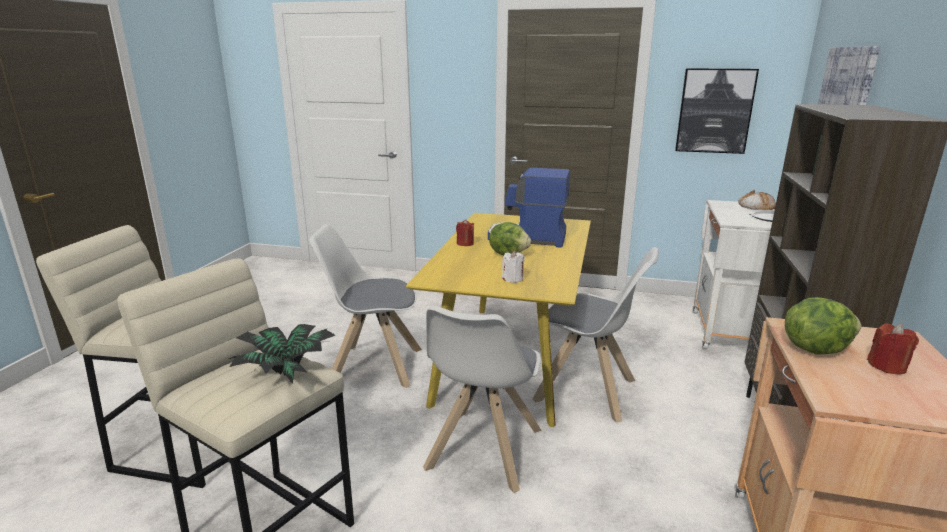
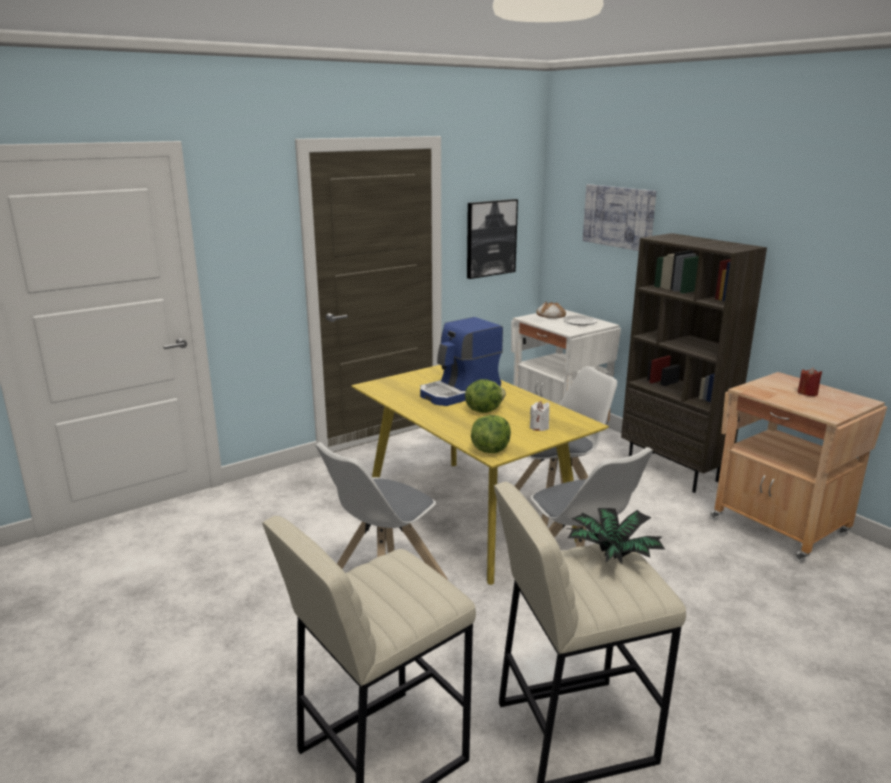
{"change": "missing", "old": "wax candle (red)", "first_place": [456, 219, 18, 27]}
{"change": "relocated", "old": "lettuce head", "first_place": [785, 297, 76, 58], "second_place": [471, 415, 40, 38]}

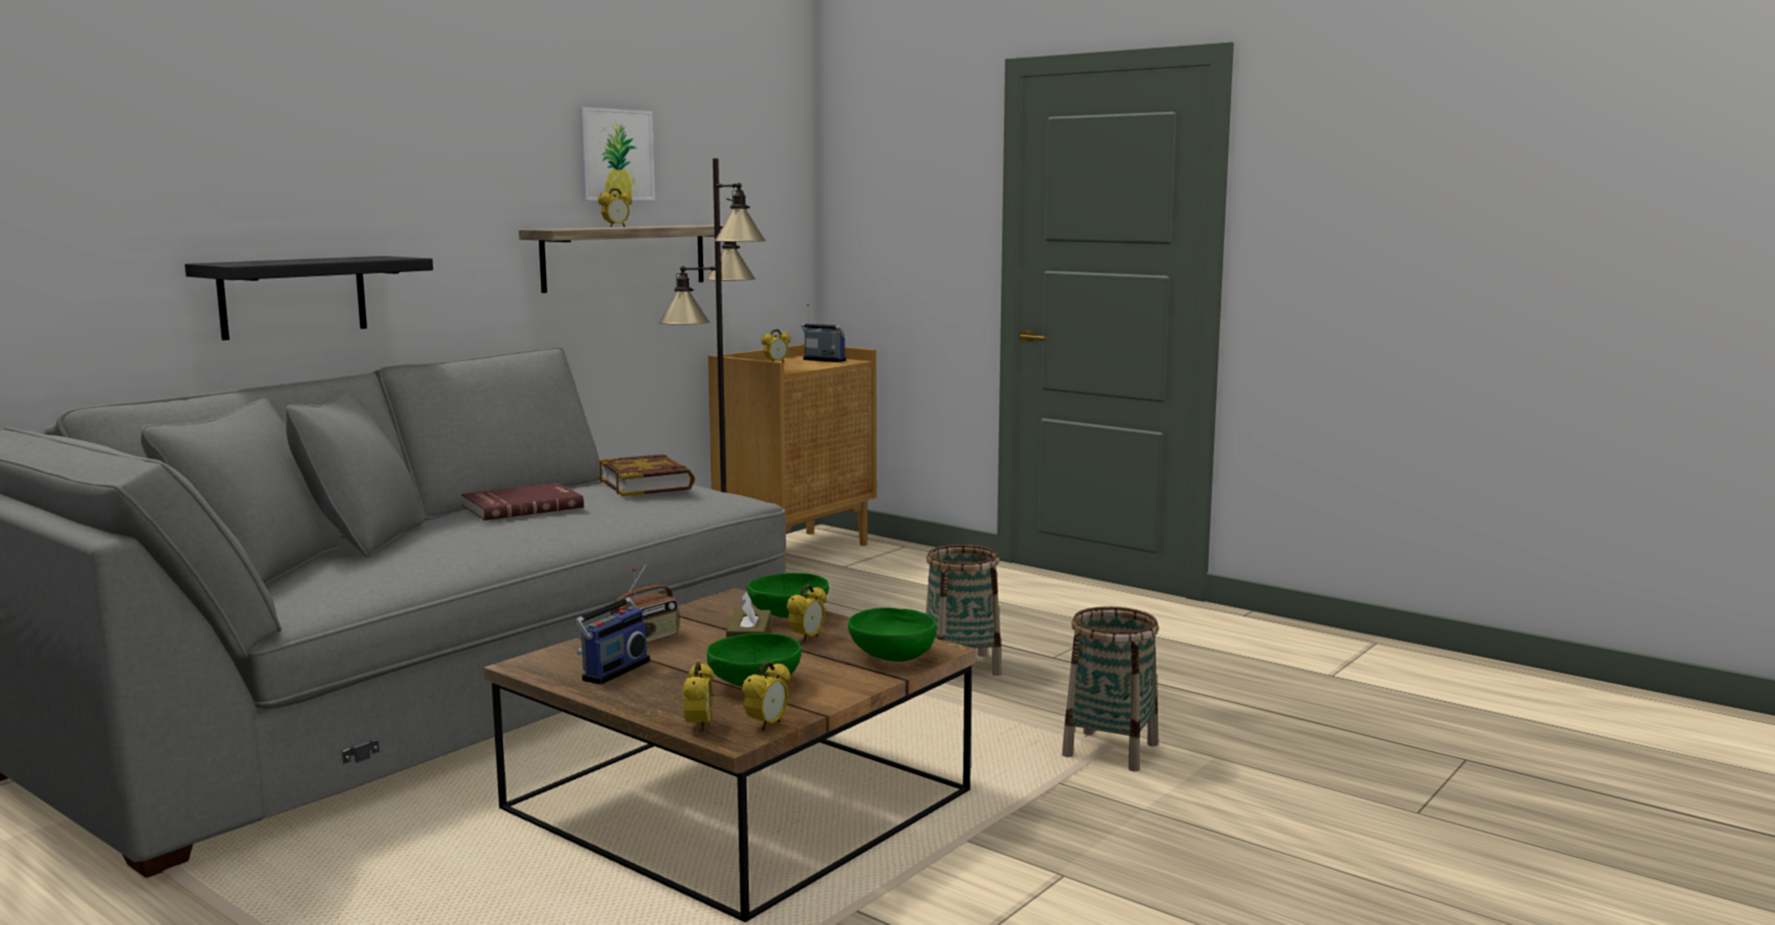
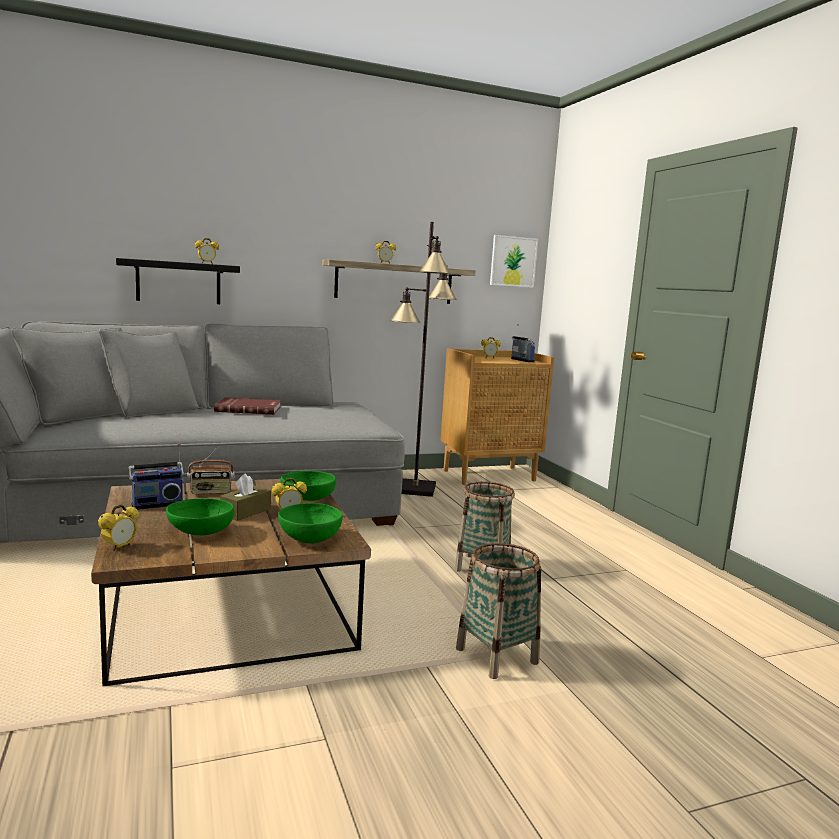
{"change": "relocated", "old": "wall picture", "first_place": [578, 107, 77, 93], "second_place": [490, 235, 48, 53]}
{"change": "missing", "old": "volume", "first_place": [598, 454, 97, 42]}
{"change": "relocated", "old": "table clock", "first_place": [742, 661, 48, 70], "second_place": [195, 238, 24, 26]}

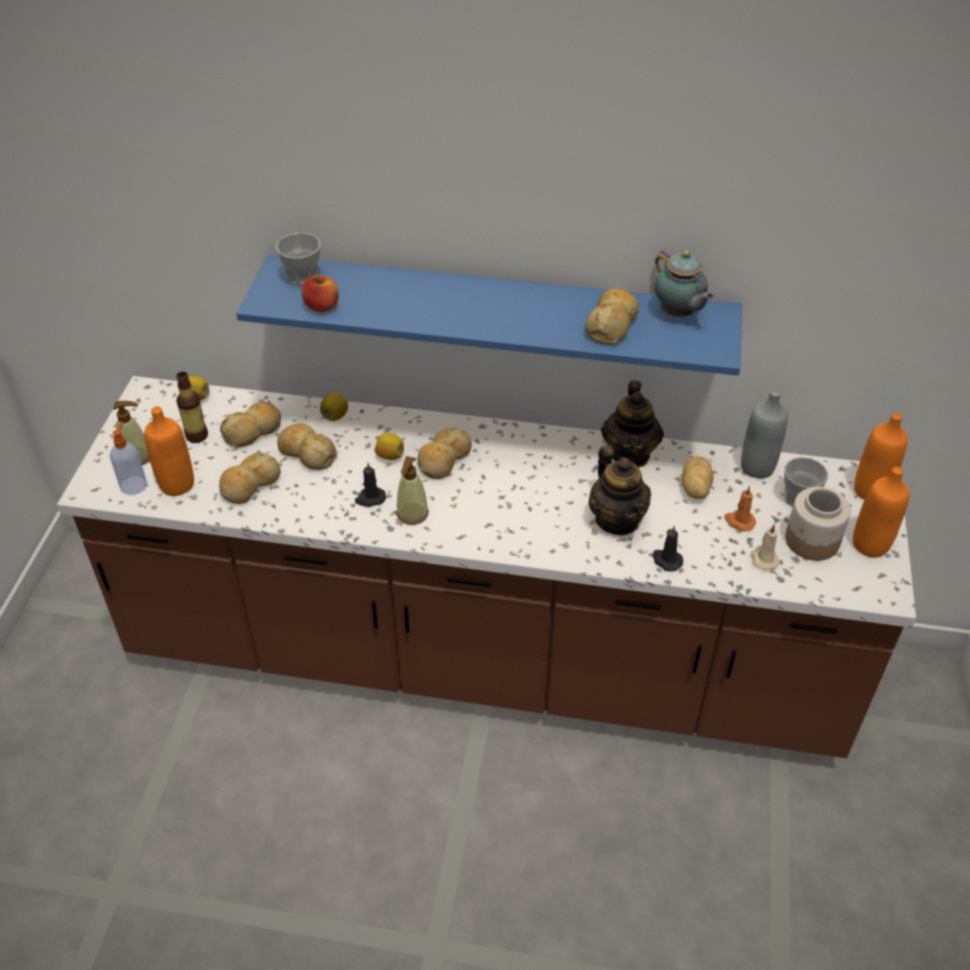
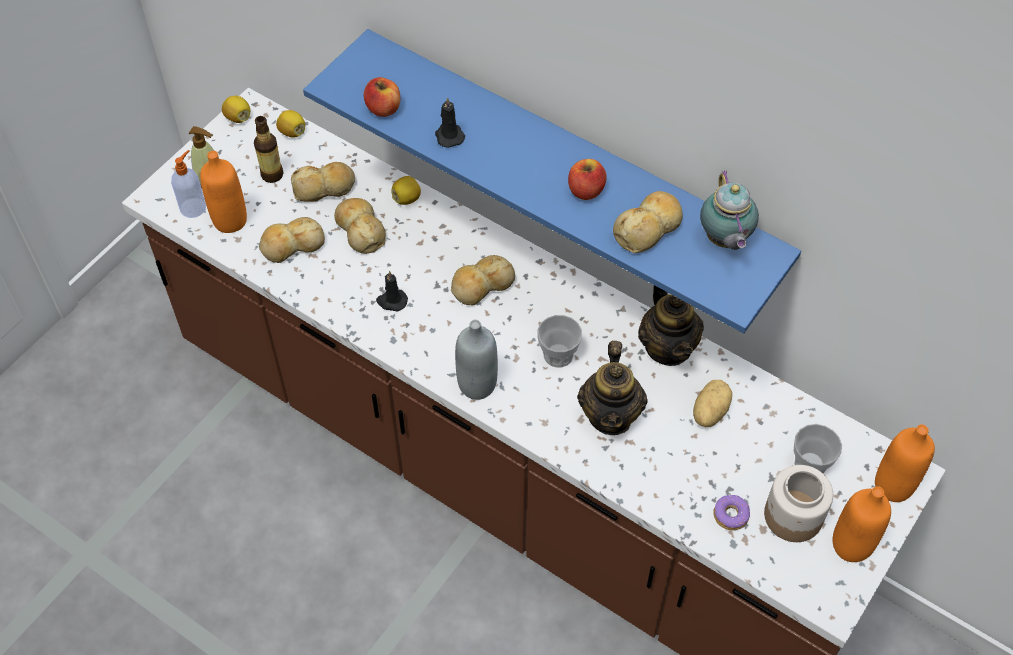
{"change": "relocated", "old": "drinking cup", "first_place": [276, 233, 45, 54], "second_place": [537, 315, 45, 52]}
{"change": "relocated", "old": "citrus fruit", "first_place": [375, 433, 29, 27], "second_place": [222, 96, 28, 27]}
{"change": "missing", "old": "soap bottle", "first_place": [396, 456, 33, 69]}
{"change": "spun", "old": "pot for tea", "first_place": [601, 381, 63, 87], "second_place": [638, 285, 66, 81], "degrees": -45}
{"change": "relocated", "old": "wax candle (black-coloured)", "first_place": [653, 526, 30, 46], "second_place": [435, 97, 30, 51]}
{"change": "missing", "old": "wax candle (orange)", "first_place": [724, 486, 32, 46]}
{"change": "relocated", "old": "drink bottle (greyish)", "first_place": [741, 389, 47, 90], "second_place": [455, 320, 43, 80]}
{"change": "exchanged", "old": "wax candle (sand-coloured)", "new": "ring doughnut", "first_place": [751, 524, 29, 46], "second_place": [713, 495, 37, 35]}
{"change": "appeared", "new": "apple fruit", "second_place": [568, 159, 39, 41]}

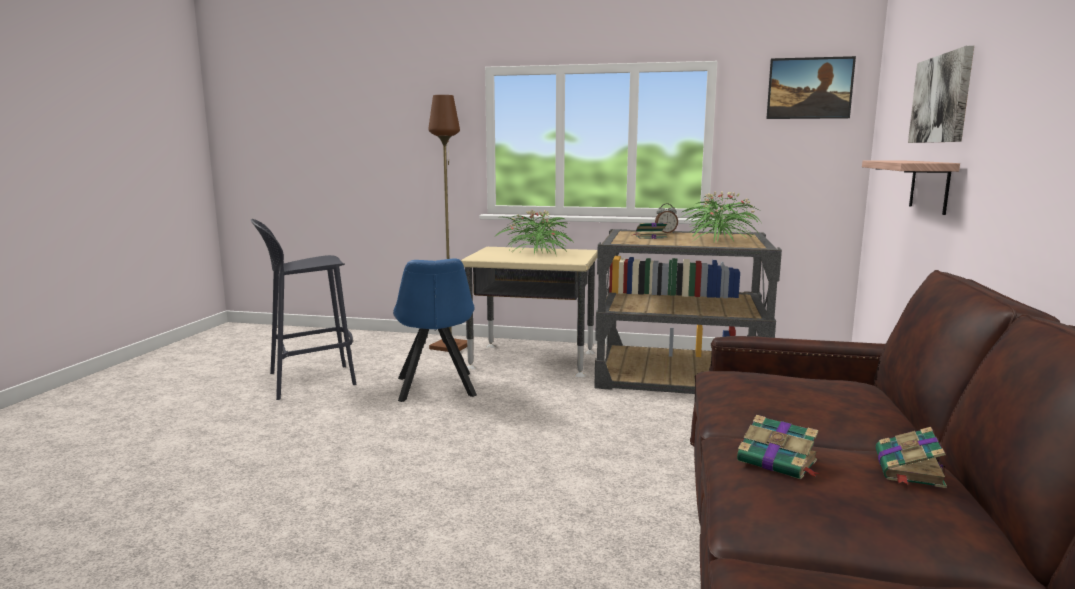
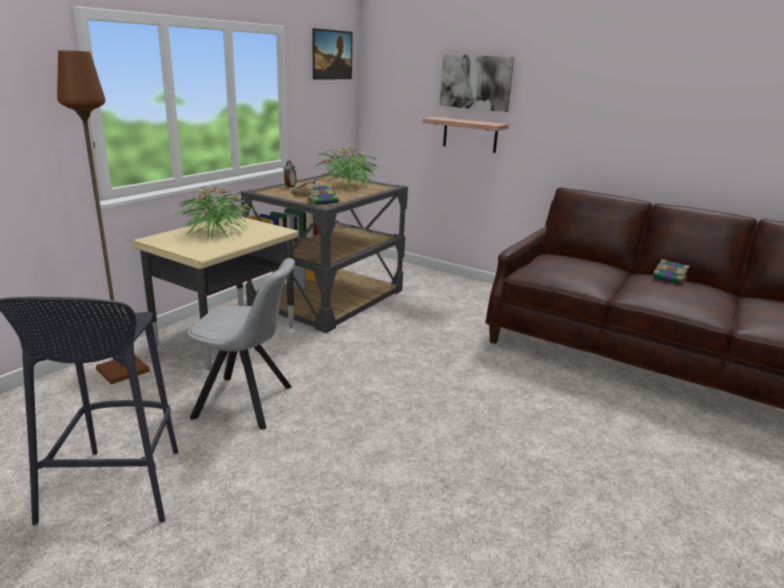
{"change": "colour", "old": "chair (blue)", "new": "chair (greyish)", "first_place": [393, 258, 84, 144], "second_place": [188, 258, 107, 172]}
{"change": "relocated", "old": "volume", "first_place": [737, 415, 83, 64], "second_place": [307, 185, 34, 20]}

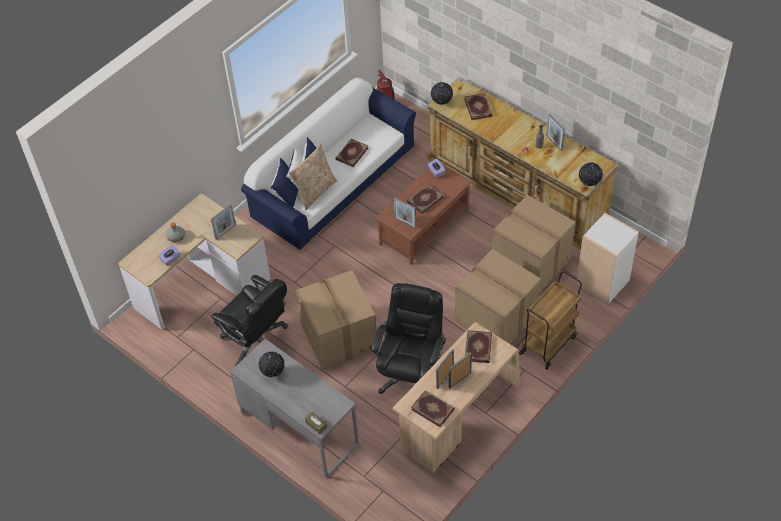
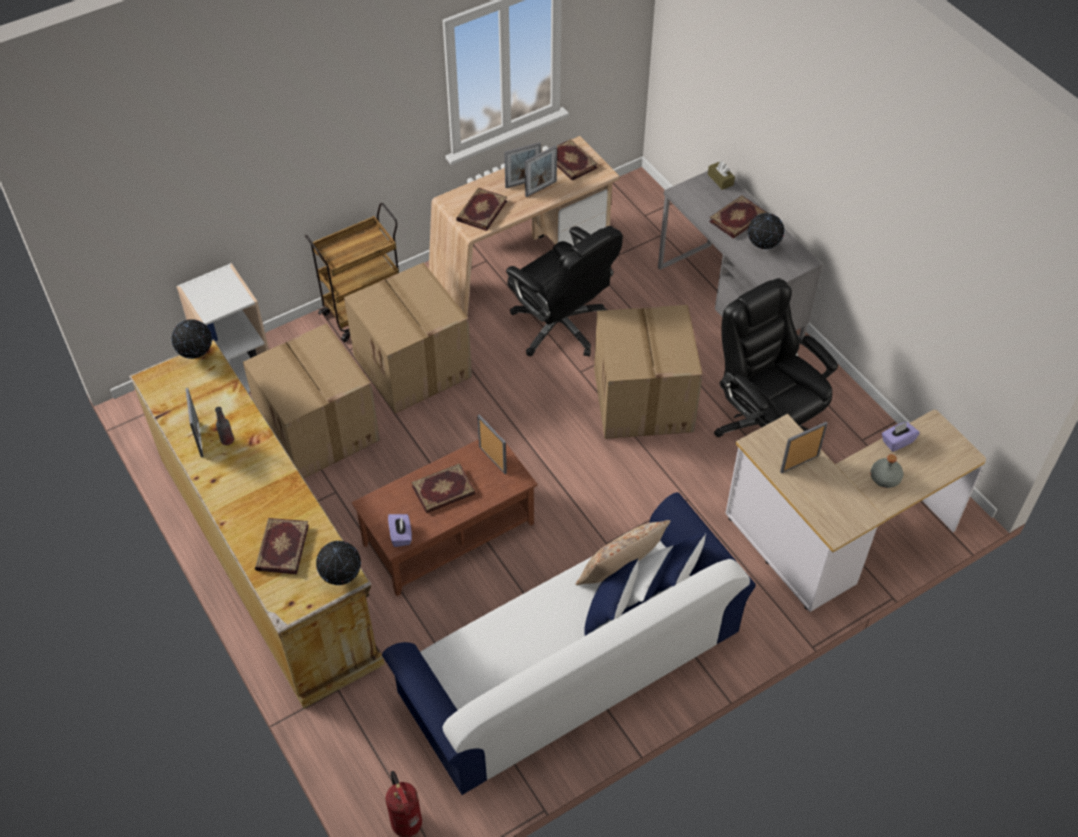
{"change": "relocated", "old": "volume", "first_place": [335, 139, 33, 28], "second_place": [709, 195, 57, 44]}
{"change": "spun", "old": "desk chair (black-coloured)", "first_place": [371, 283, 75, 111], "second_place": [506, 226, 117, 131], "degrees": -75}

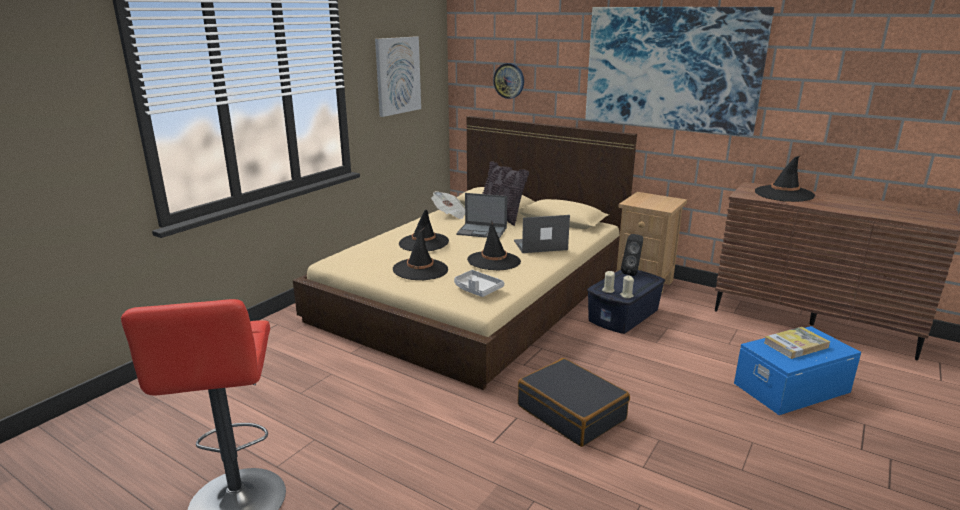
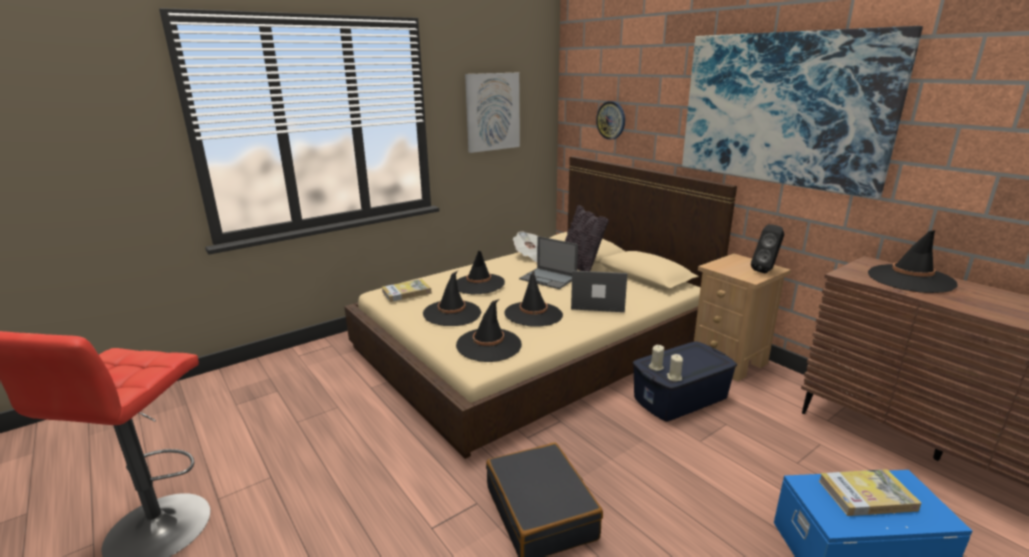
{"change": "exchanged", "old": "tray (greyish)", "new": "hat (black-coloured)", "first_place": [454, 270, 50, 27], "second_place": [456, 299, 66, 63]}
{"change": "relocated", "old": "speaker (black-coloured)", "first_place": [621, 234, 22, 42], "second_place": [751, 224, 33, 49]}
{"change": "appeared", "new": "volume", "second_place": [382, 279, 50, 23]}

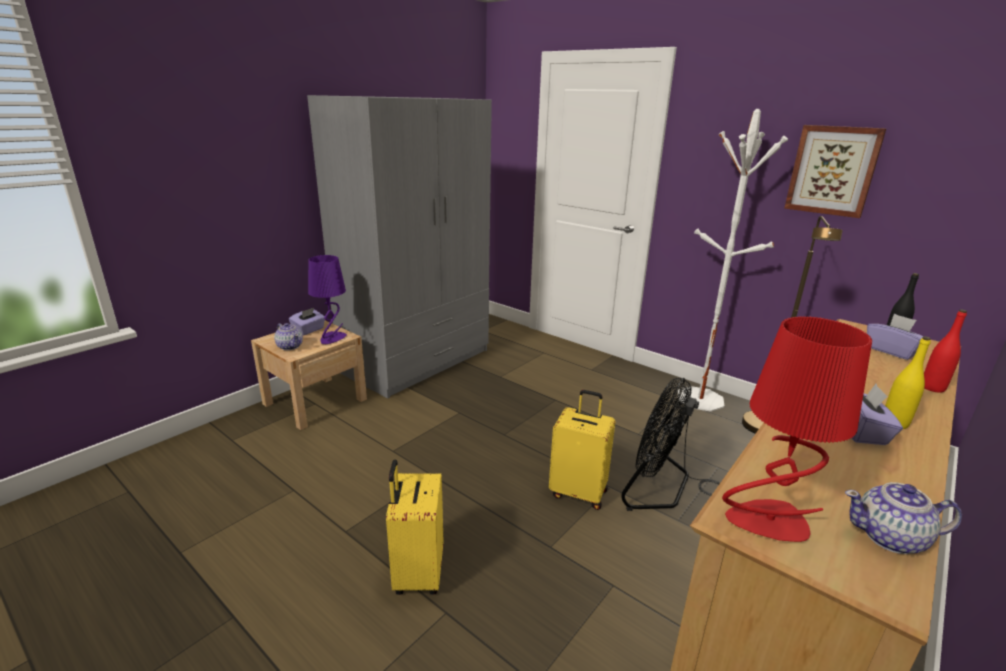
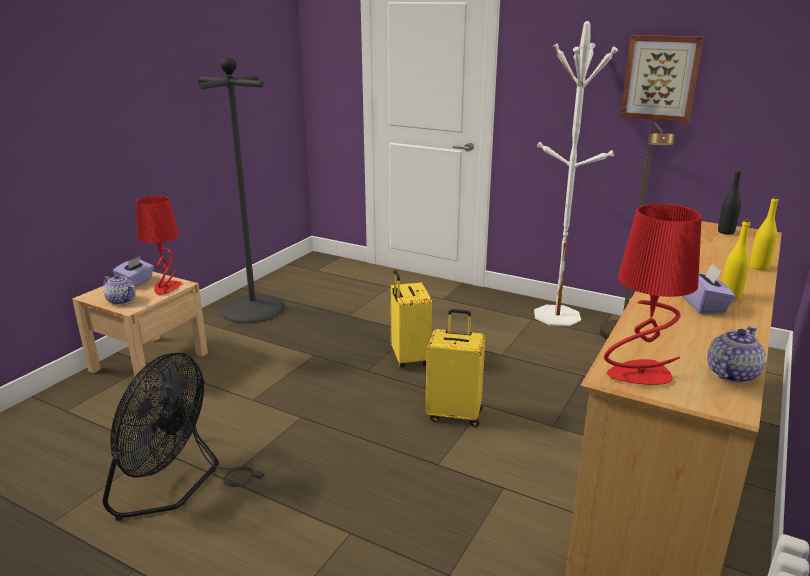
{"change": "exchanged", "old": "clothes cupboard (greyish)", "new": "garment stand (black-coloured)", "first_place": [307, 95, 185, 303], "second_place": [198, 58, 87, 265]}
{"change": "colour", "old": "lamp for a table (purple)", "new": "lamp for a table (red)", "first_place": [308, 255, 39, 89], "second_place": [136, 196, 46, 99]}
{"change": "relocated", "old": "piece of luggage (yellowish)", "first_place": [386, 460, 57, 135], "second_place": [390, 270, 42, 98]}
{"change": "relocated", "old": "fan (black-coloured)", "first_place": [621, 378, 99, 133], "second_place": [102, 353, 162, 168]}
{"change": "spun", "old": "pot for tea", "first_place": [845, 482, 117, 72], "second_place": [707, 326, 59, 57], "degrees": 135}
{"change": "missing", "old": "box of tissues (purple)", "first_place": [867, 314, 56, 46]}
{"change": "colour", "old": "drink bottle (red)", "new": "drink bottle (yellowish)", "first_place": [924, 309, 43, 84], "second_place": [750, 196, 28, 74]}

